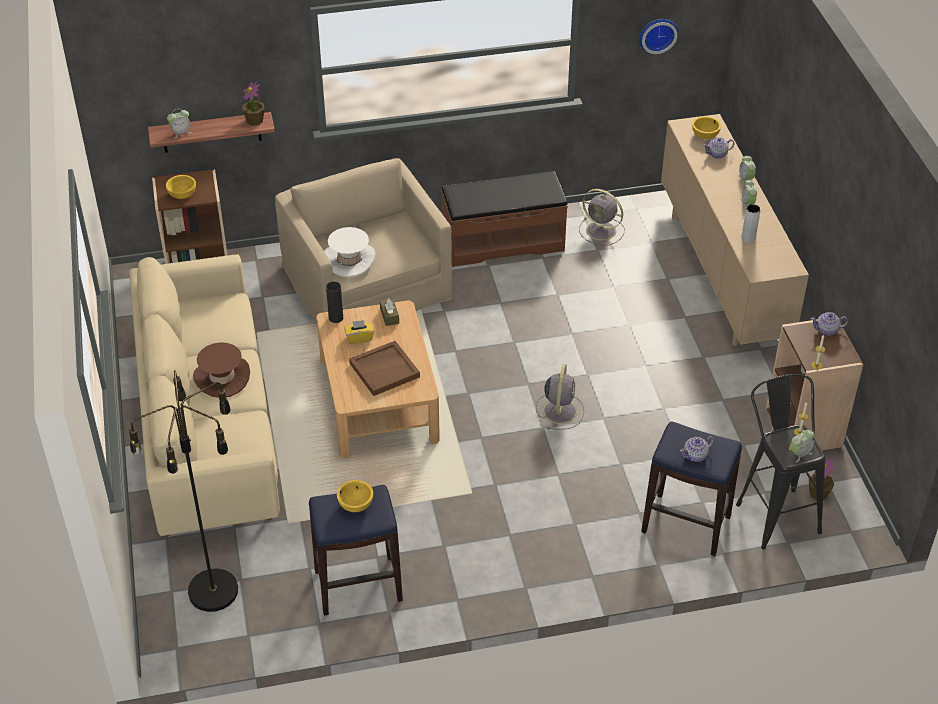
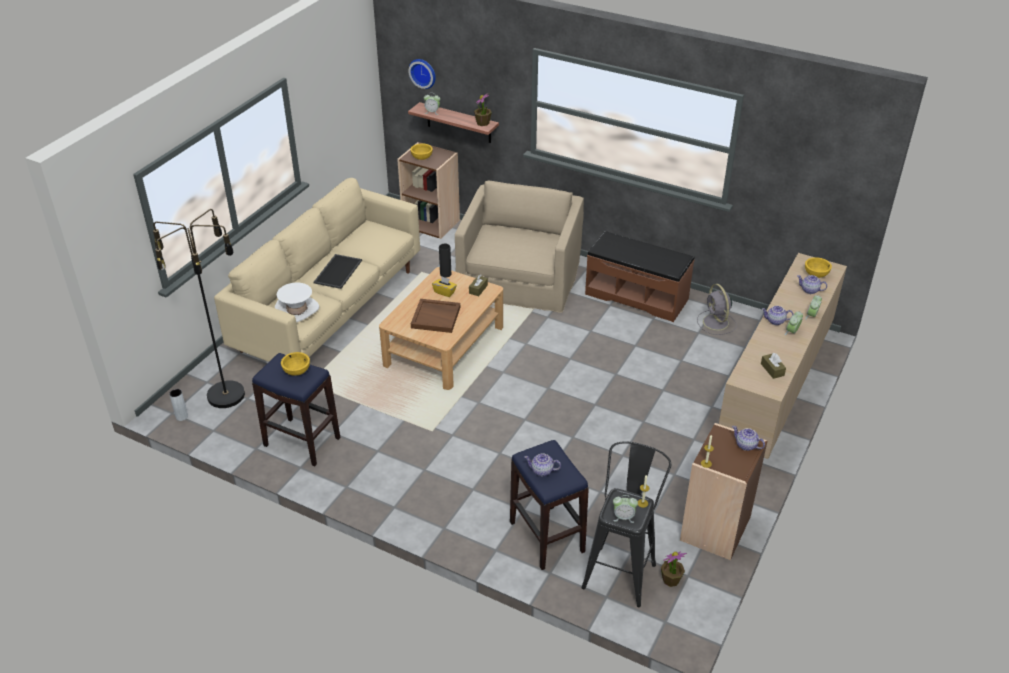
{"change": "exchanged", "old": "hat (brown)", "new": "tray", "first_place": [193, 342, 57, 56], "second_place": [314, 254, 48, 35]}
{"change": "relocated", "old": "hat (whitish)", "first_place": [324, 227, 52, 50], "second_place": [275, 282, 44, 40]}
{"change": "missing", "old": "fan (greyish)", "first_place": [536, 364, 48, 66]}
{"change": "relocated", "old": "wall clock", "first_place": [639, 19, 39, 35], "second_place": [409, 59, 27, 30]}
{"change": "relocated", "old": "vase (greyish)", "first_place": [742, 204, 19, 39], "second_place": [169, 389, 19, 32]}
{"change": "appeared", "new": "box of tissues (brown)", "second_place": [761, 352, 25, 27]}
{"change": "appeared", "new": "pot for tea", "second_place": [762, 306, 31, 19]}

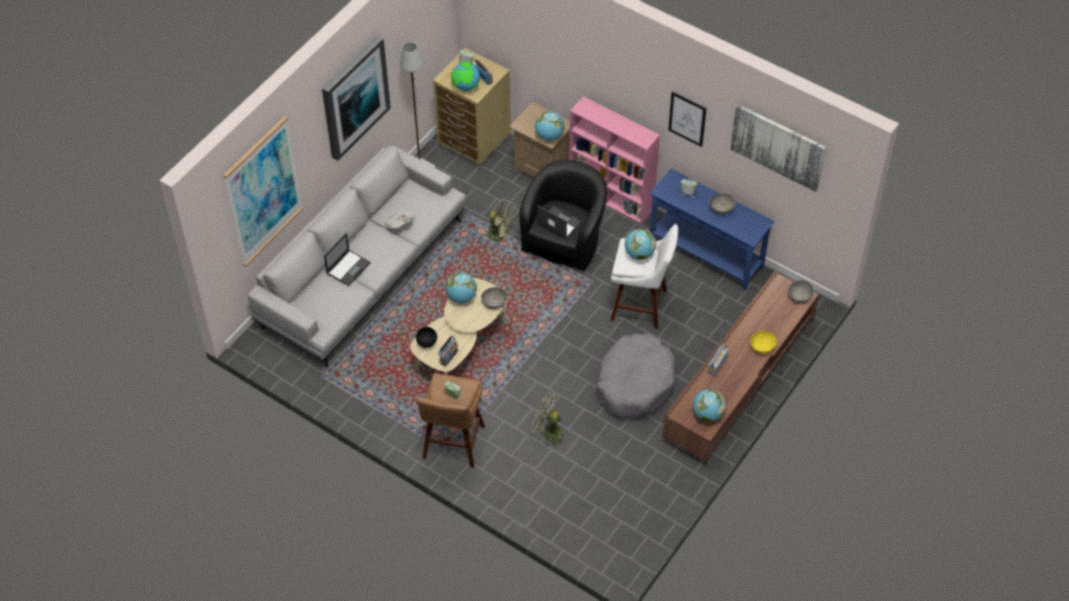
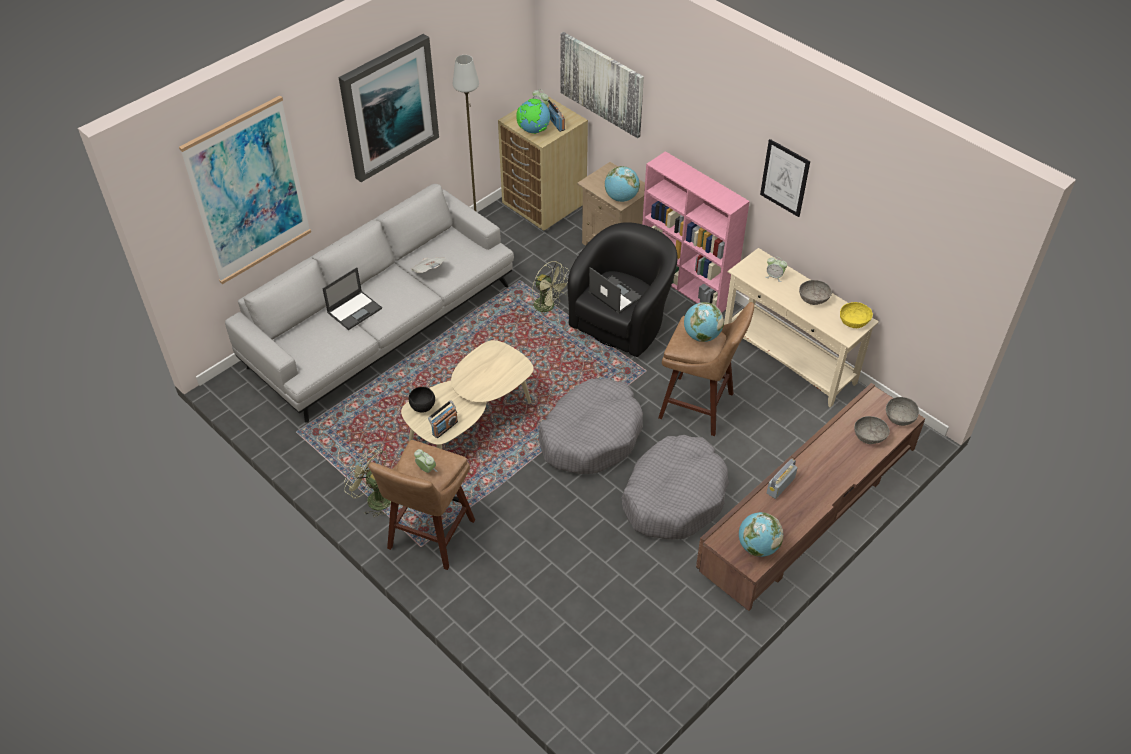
{"change": "missing", "old": "desk globe", "first_place": [446, 272, 31, 31]}
{"change": "relocated", "old": "serving bowl (greyish)", "first_place": [481, 287, 27, 22], "second_place": [854, 416, 36, 28]}
{"change": "relocated", "old": "fan (green-coloured)", "first_place": [531, 392, 36, 55], "second_place": [344, 447, 47, 71]}
{"change": "colour", "old": "stool seat (whitish)", "new": "stool seat (brown)", "first_place": [610, 224, 68, 105], "second_place": [658, 302, 96, 134]}
{"change": "colour", "old": "hall table (blue)", "new": "hall table (sand-coloured)", "first_place": [650, 169, 125, 122], "second_place": [724, 248, 155, 160]}
{"change": "relocated", "old": "wall picture", "first_place": [730, 104, 96, 88], "second_place": [560, 32, 84, 106]}
{"change": "relocated", "old": "serving bowl (yellowish)", "first_place": [750, 331, 27, 23], "second_place": [840, 302, 33, 26]}
{"change": "appeared", "new": "dog cushion (greyish)", "second_place": [539, 378, 104, 96]}

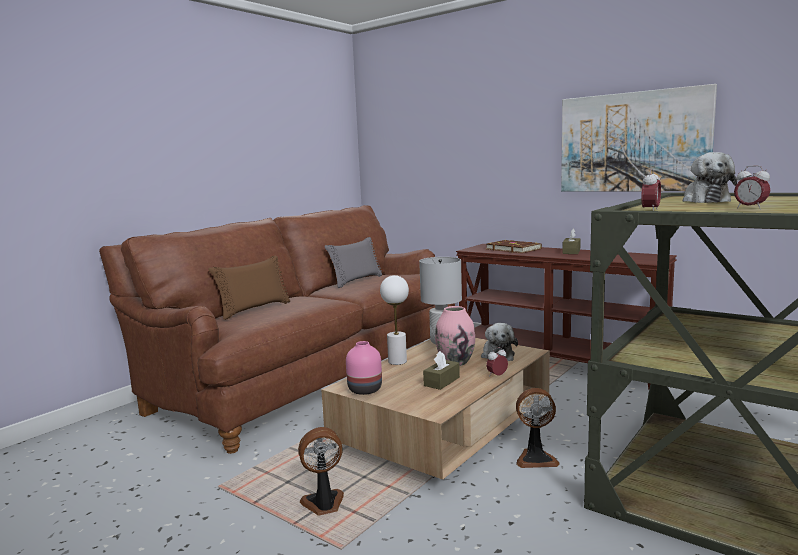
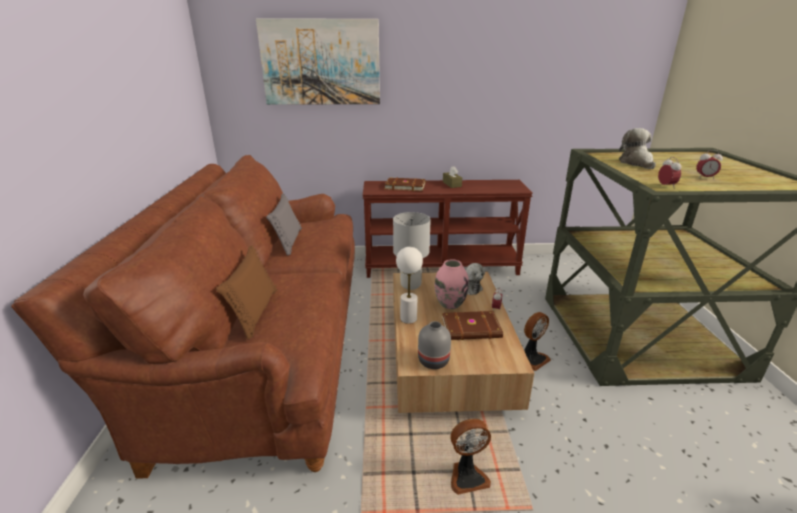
{"change": "spun", "old": "fan", "first_place": [298, 427, 46, 89], "second_place": [450, 419, 41, 76], "degrees": -135}
{"change": "colour", "old": "vase (pinkish)", "new": "vase (greyish)", "first_place": [346, 341, 36, 54], "second_place": [418, 321, 33, 48]}
{"change": "exchanged", "old": "box of tissues (brown)", "new": "volume (brown)", "first_place": [423, 351, 37, 39], "second_place": [442, 311, 61, 29]}
{"change": "relocated", "old": "wall picture", "first_place": [561, 84, 156, 108], "second_place": [256, 19, 124, 86]}
{"change": "spun", "old": "cuddly toy", "first_place": [683, 152, 54, 51], "second_place": [619, 128, 37, 41], "degrees": -150}

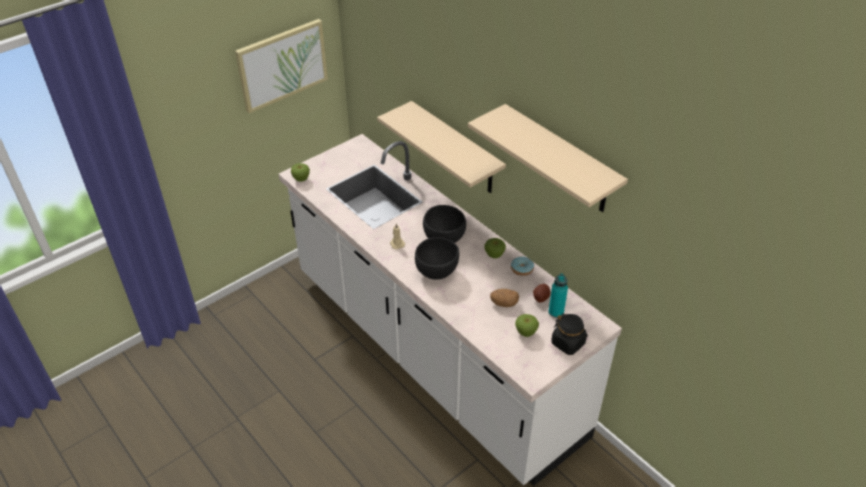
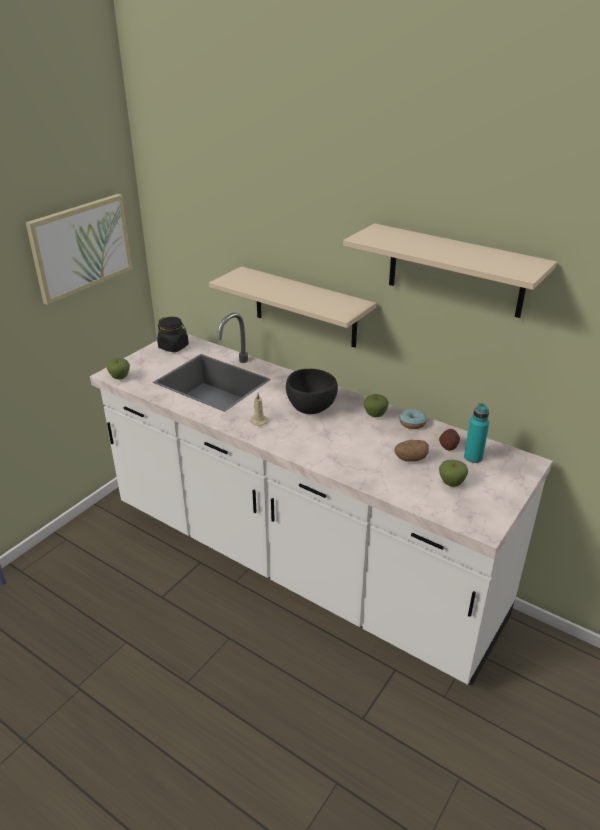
{"change": "missing", "old": "serving bowl (black-coloured)", "first_place": [415, 237, 44, 43]}
{"change": "relocated", "old": "preserve jar (black-coloured)", "first_place": [551, 314, 37, 41], "second_place": [157, 317, 32, 35]}

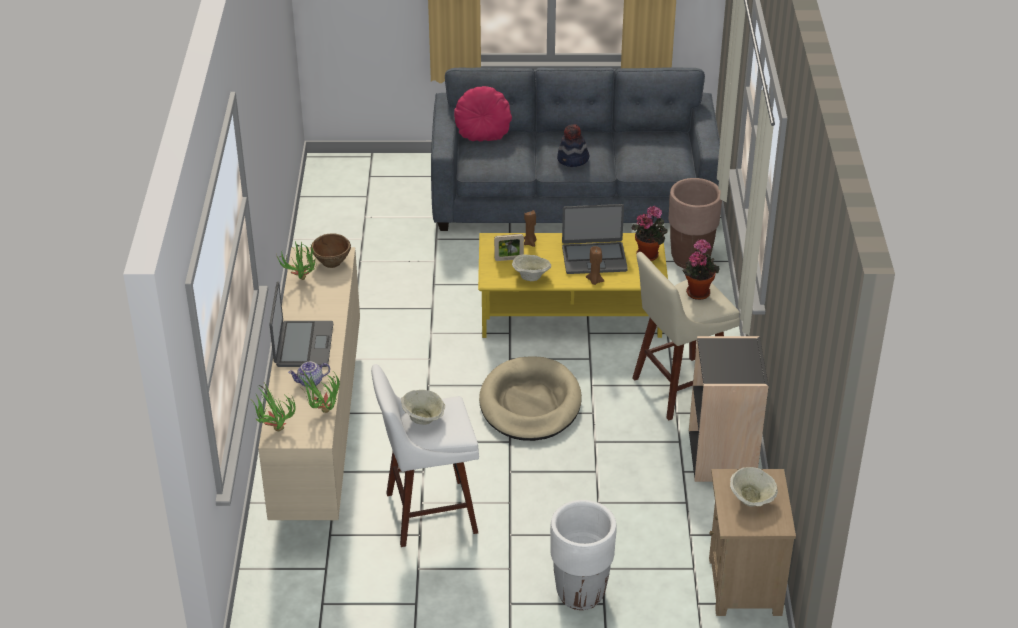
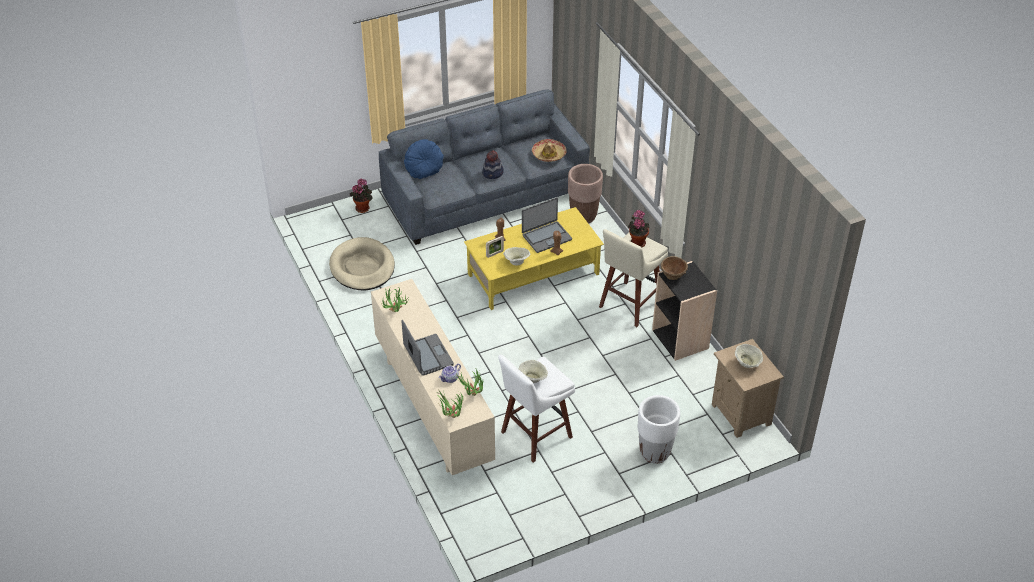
{"change": "relocated", "old": "serving bowl (brown)", "first_place": [311, 233, 40, 35], "second_place": [661, 256, 27, 24]}
{"change": "colour", "old": "throw pillow (pinkish)", "new": "throw pillow (blue)", "first_place": [454, 86, 58, 56], "second_place": [404, 139, 40, 40]}
{"change": "relocated", "old": "dog cushion (sand-coloured)", "first_place": [479, 356, 103, 85], "second_place": [329, 237, 66, 54]}
{"change": "relocated", "old": "houseplant", "first_place": [632, 206, 35, 55], "second_place": [350, 179, 22, 34]}
{"change": "appeared", "new": "hat", "second_place": [532, 139, 35, 23]}

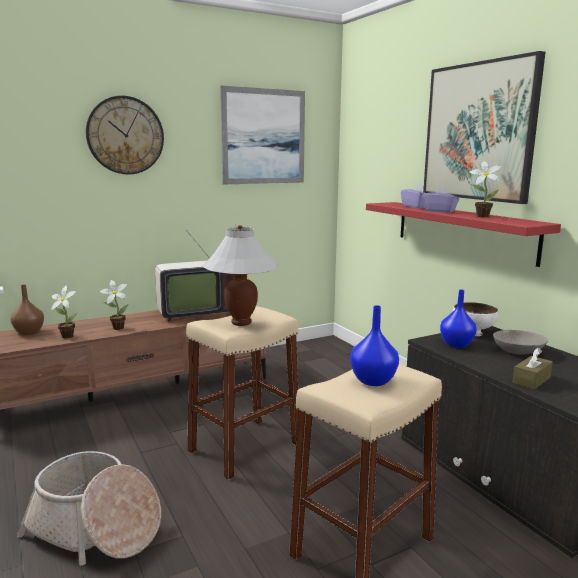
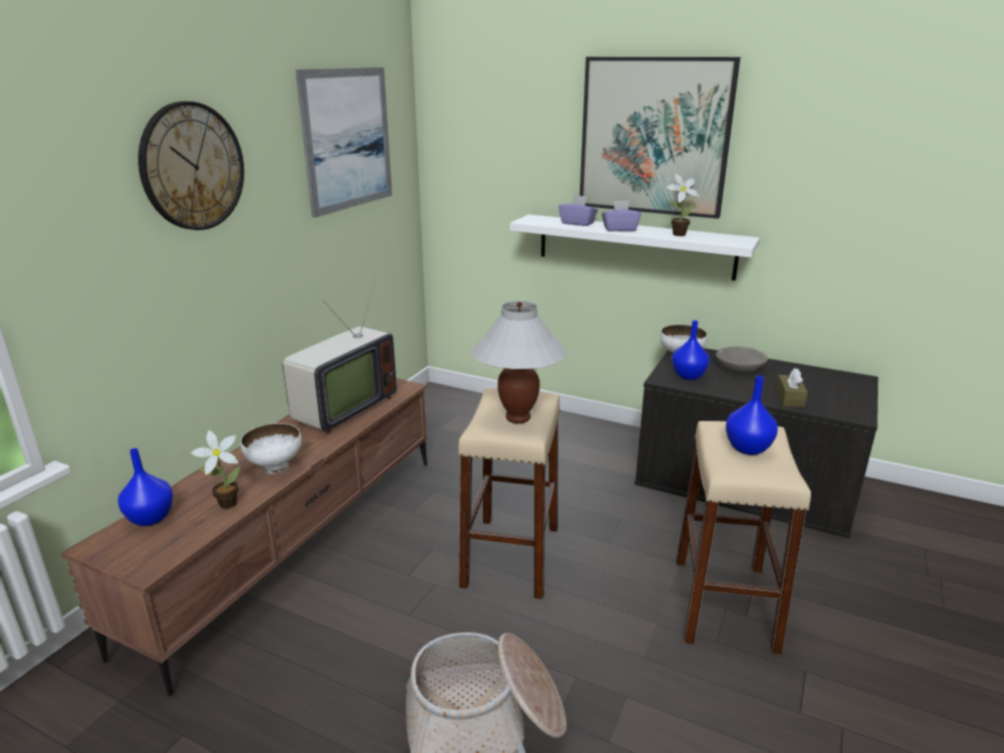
{"change": "colour", "old": "vase (brown)", "new": "vase (blue)", "first_place": [11, 285, 33, 50], "second_place": [118, 448, 55, 78]}
{"change": "exchanged", "old": "houseplant", "new": "serving bowl (whitish)", "first_place": [100, 280, 28, 50], "second_place": [241, 423, 61, 51]}
{"change": "colour", "old": "shelf (red)", "new": "shelf (whitish)", "first_place": [366, 202, 195, 65], "second_place": [510, 214, 250, 67]}

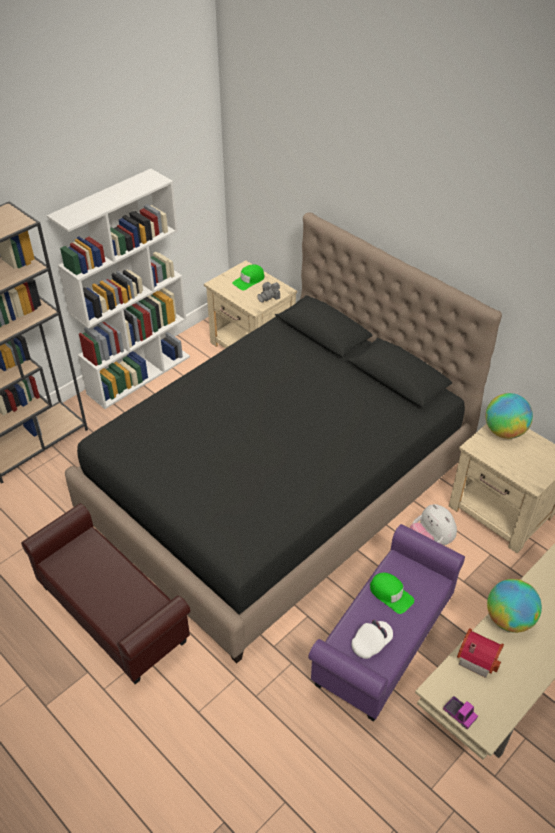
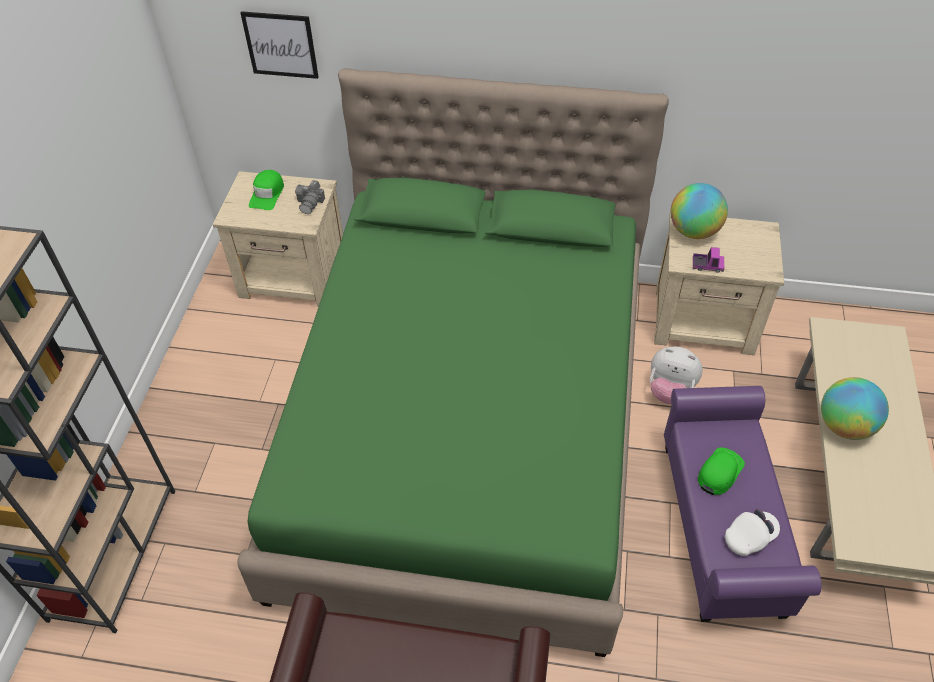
{"change": "missing", "old": "bookcase (whitish)", "first_place": [47, 169, 143, 240]}
{"change": "colour", "old": "bedroom bed (black-coloured)", "new": "bedroom bed (green-coloured)", "first_place": [65, 212, 437, 452], "second_place": [237, 68, 432, 589]}
{"change": "spun", "old": "peaked cap (whitish)", "first_place": [352, 620, 41, 39], "second_place": [725, 509, 55, 47], "degrees": 45}
{"change": "spun", "old": "peaked cap (green-coloured)", "first_place": [370, 573, 44, 41], "second_place": [698, 447, 47, 48], "degrees": -60}
{"change": "relocated", "old": "toy truck", "first_place": [443, 696, 35, 33], "second_place": [693, 247, 31, 26]}
{"change": "missing", "old": "miniature house", "first_place": [457, 628, 47, 50]}
{"change": "appeared", "new": "wall picture", "second_place": [240, 11, 79, 68]}

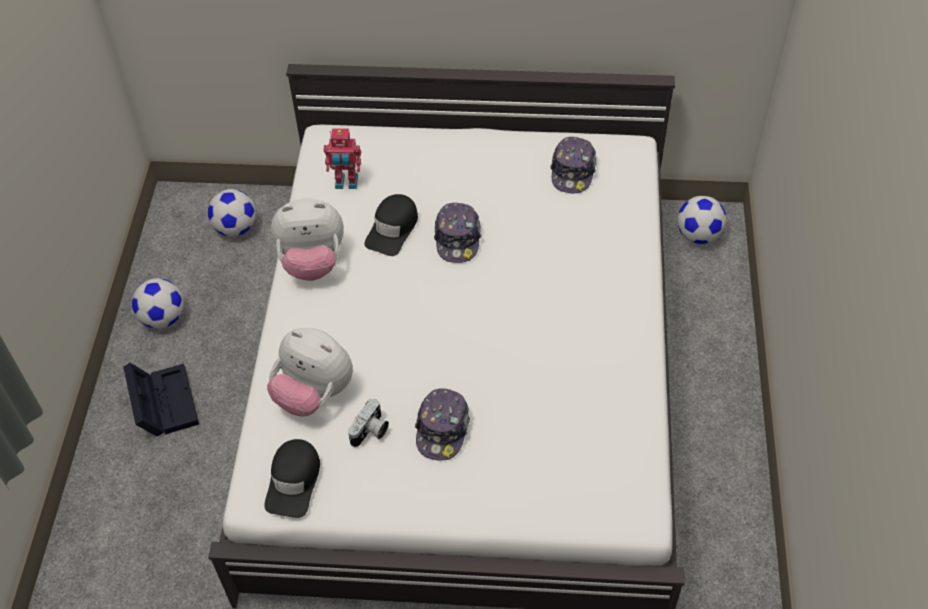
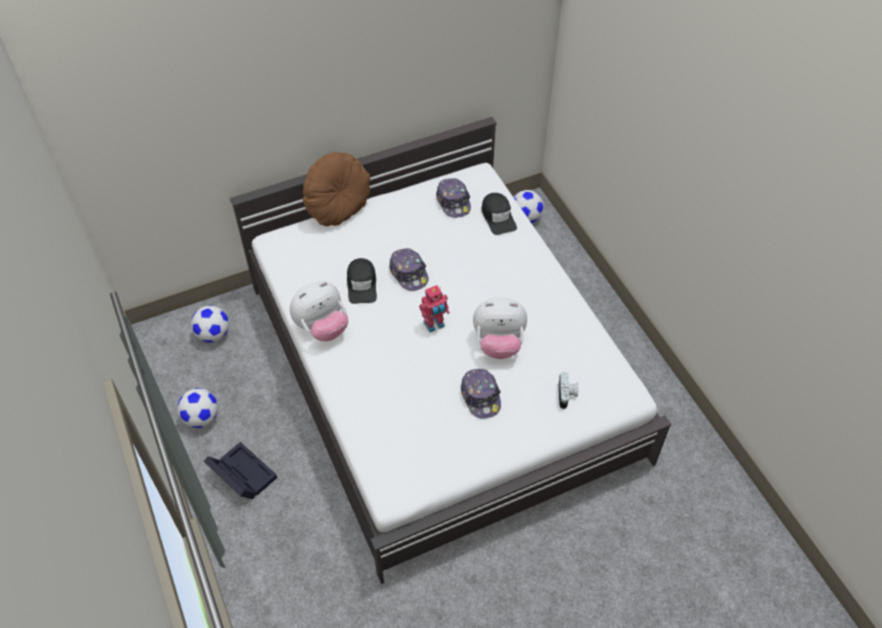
{"change": "relocated", "old": "peaked cap (black-coloured)", "first_place": [264, 439, 56, 79], "second_place": [482, 193, 35, 42]}
{"change": "relocated", "old": "cuddly toy", "first_place": [267, 328, 86, 89], "second_place": [473, 297, 54, 62]}
{"change": "relocated", "old": "model robot", "first_place": [324, 128, 37, 61], "second_place": [419, 285, 30, 47]}
{"change": "relocated", "old": "still camera", "first_place": [348, 399, 41, 48], "second_place": [559, 372, 19, 37]}
{"change": "appeared", "new": "throw pillow (brown)", "second_place": [303, 152, 67, 74]}

